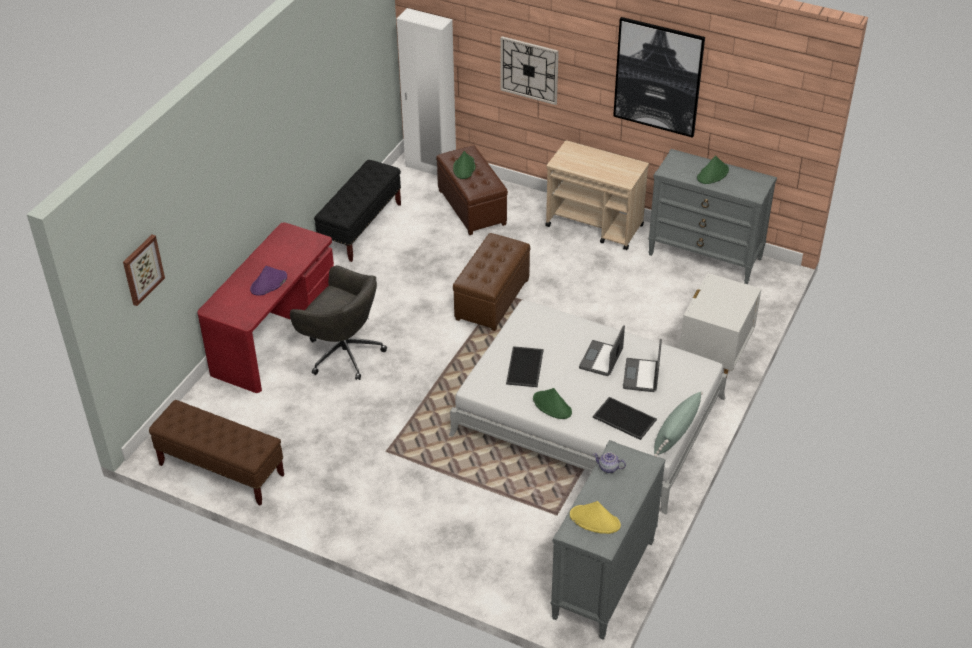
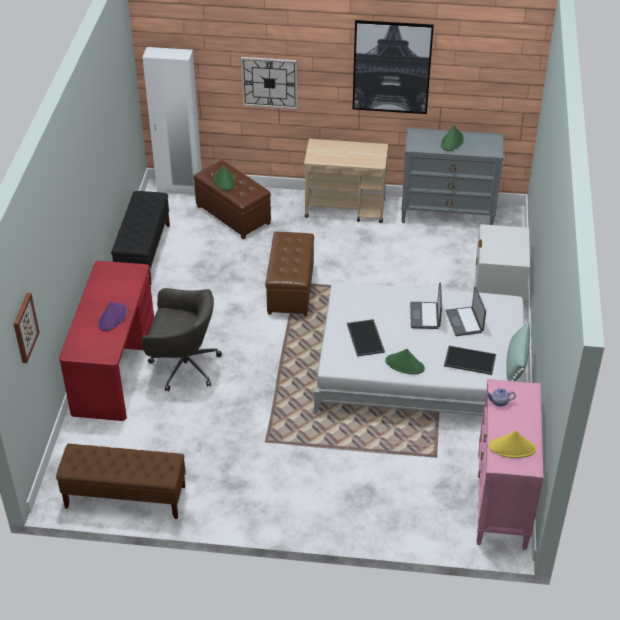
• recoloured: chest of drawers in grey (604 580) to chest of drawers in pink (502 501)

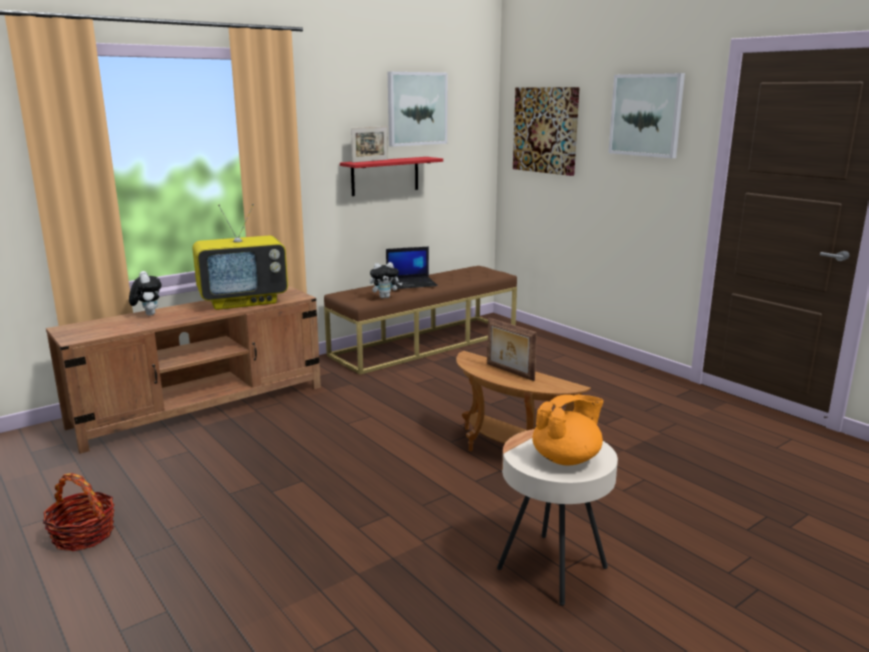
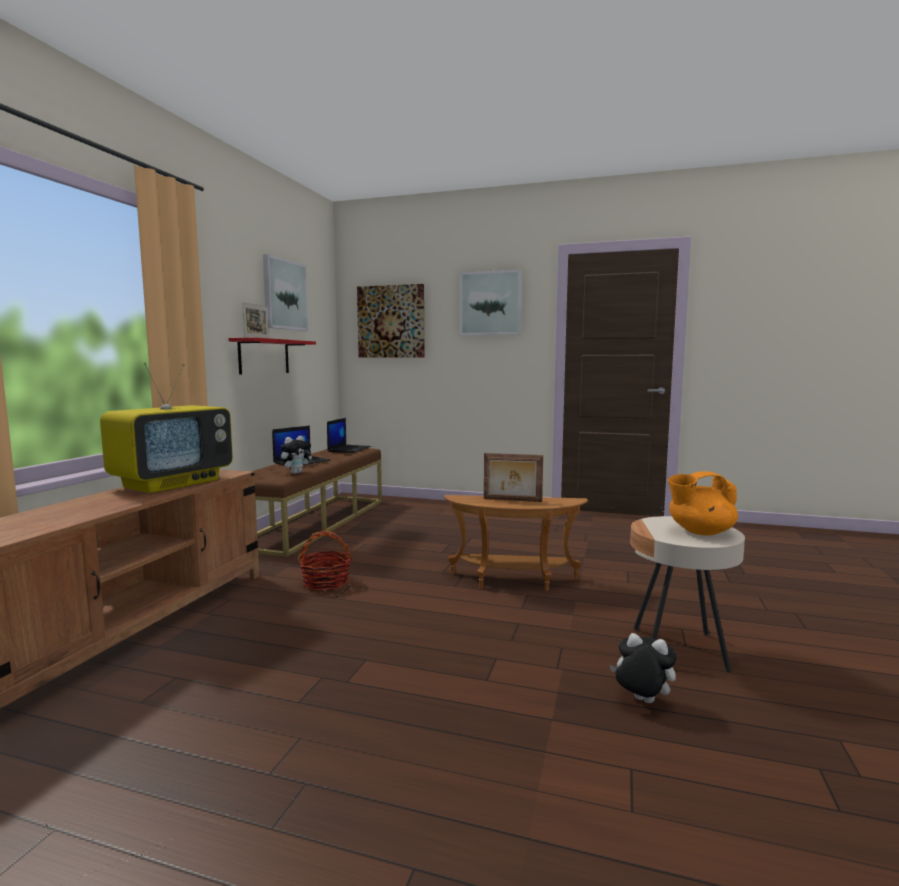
• added: portable computer (349 449)
• moved: storage basket (83 535) to (326 582)
• moved: plush toy (148 314) to (641 701)
• turned: tea pot in orange-coloured (567 459) = (700 532) 120 degrees counterclockwise

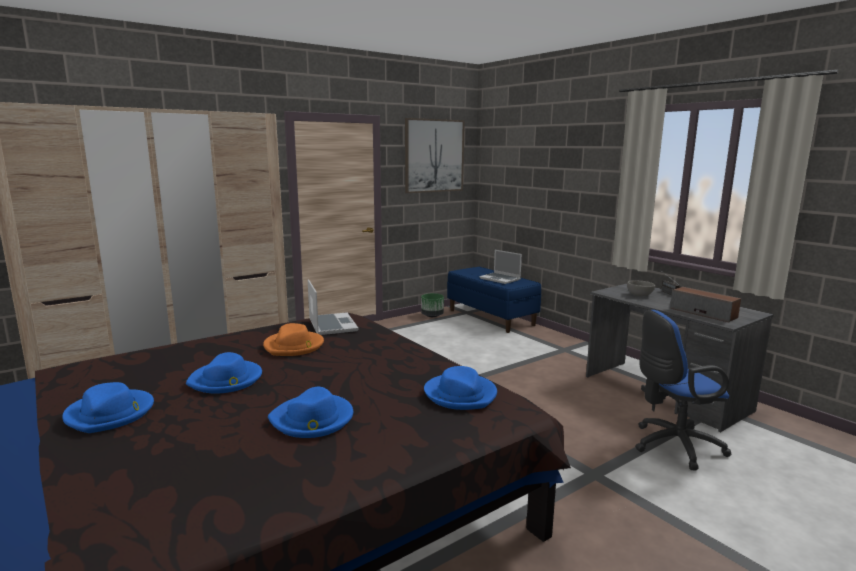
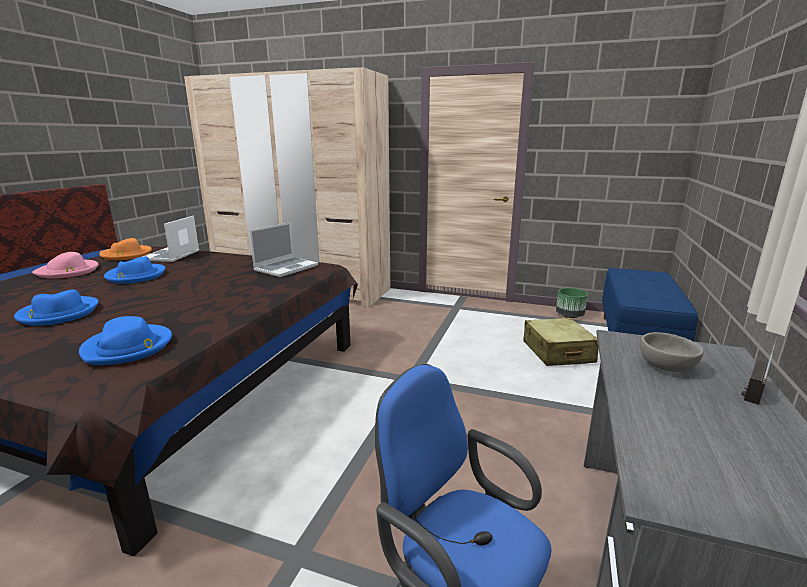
• removed: picture (434 156)
• removed: audio speaker (703 313)
• added: suitcase in beige (557 352)
• moved: clothing hat in orange-coloured (294 346) to (126 255)
• moved: portable computer (500 279) to (171 256)
• recoloured: clothing hat in bluish (110 413) to clothing hat in pink (68 271)

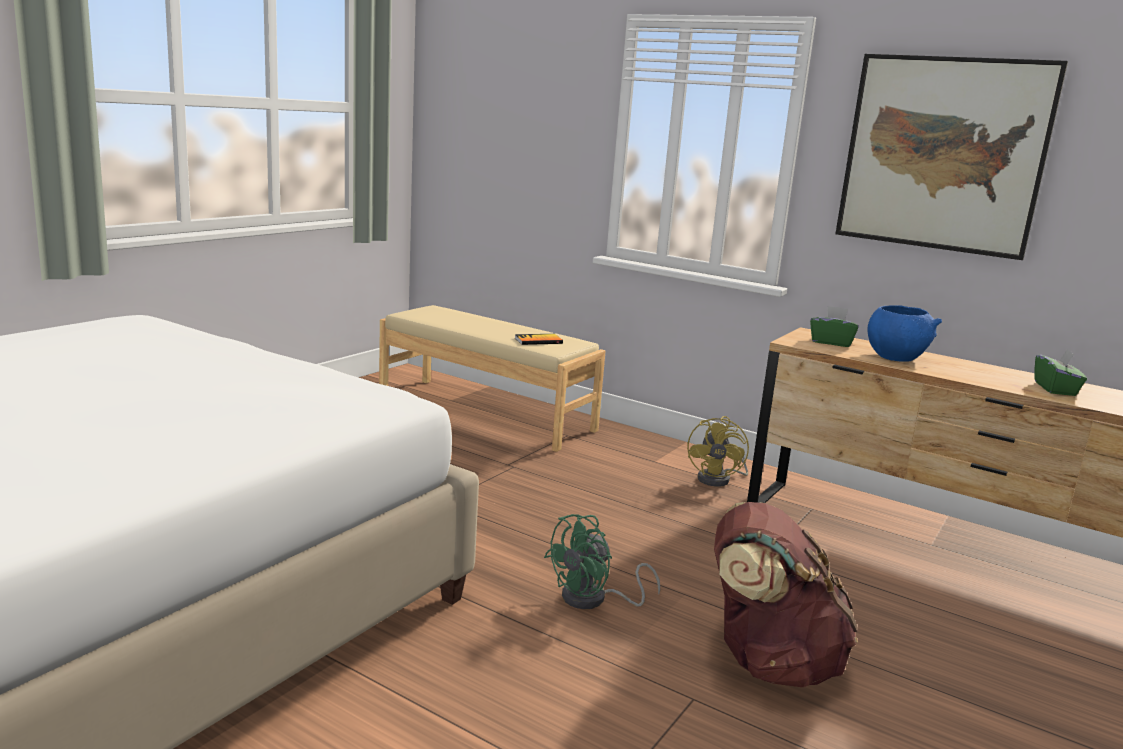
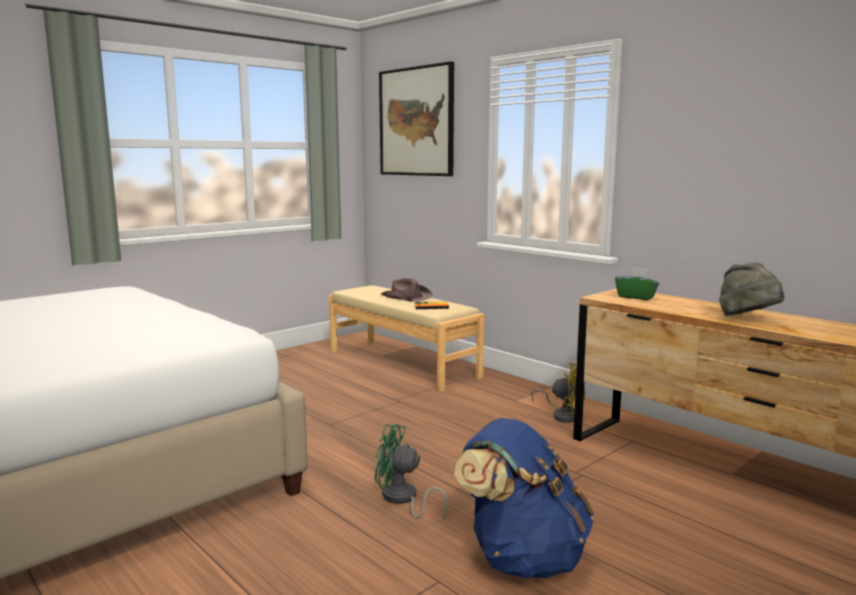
• removed: bowl in bluish (896 357)
• removed: box of tissues in green-coloured (1055 389)
• added: clothing hat in brown-coloured (406 297)
• added: clothing hat in grey (748 319)
• moved: picture (943 154) to (416 122)
• recoloured: backpack in brown-coloured (768 662) to backpack in bluish (522 558)
• turned: cooling fan in green-coloured (593 599) = (402 499) 45 degrees clockwise
• turned: cooling fan in yellowish (719 479) = (563 415) 90 degrees counterclockwise

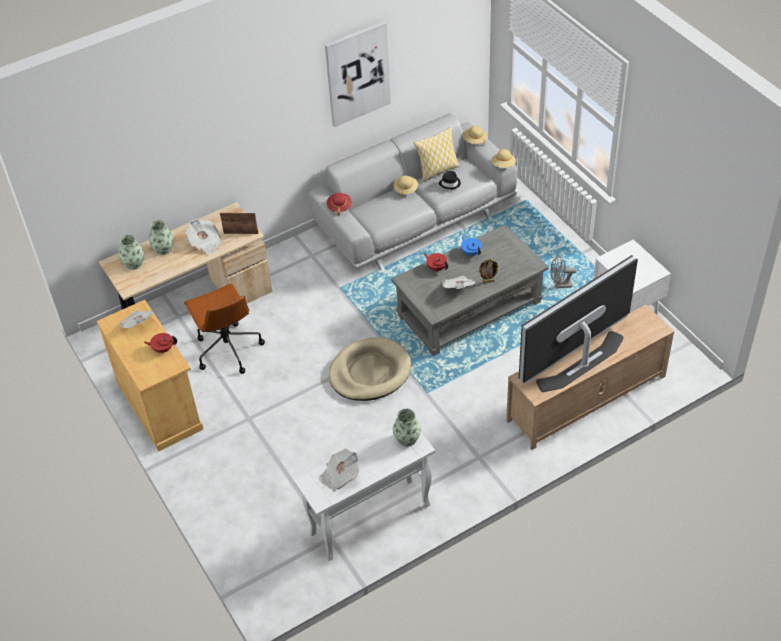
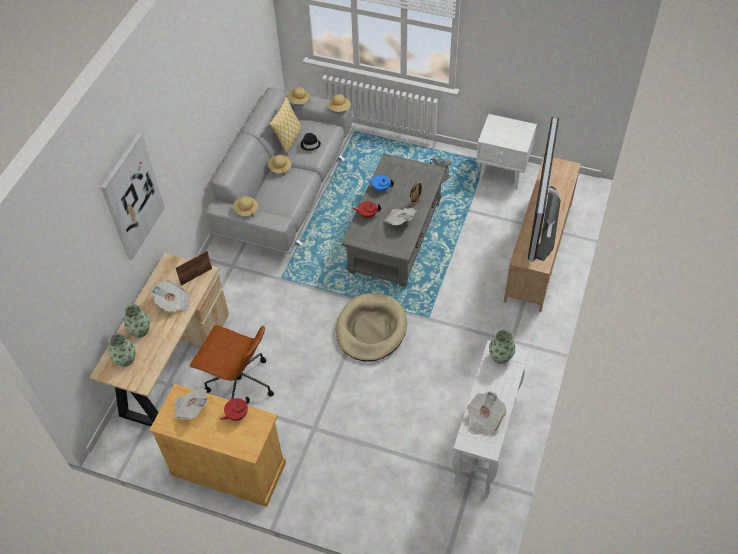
• moved: picture (357 73) to (132 197)
• recoloured: clothing hat in red (339 207) to clothing hat in beige (246 210)

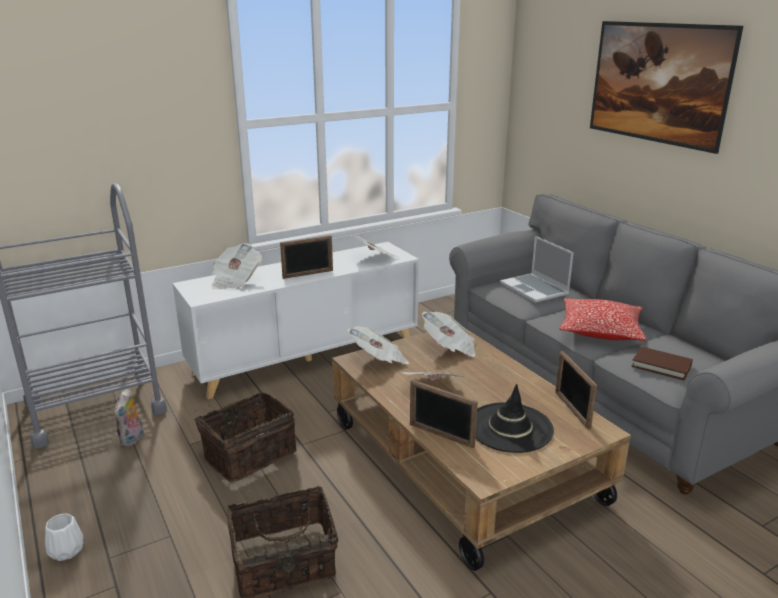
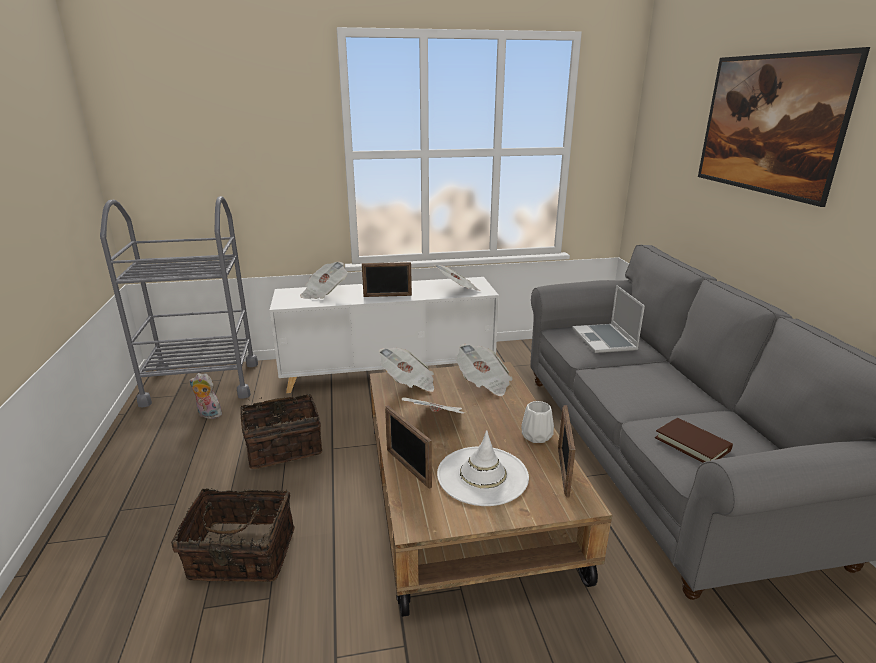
• removed: throw pillow (600 331)
• moved: flower vase in white (66 551) to (536 436)
• recoloured: clothing hat in black-coloured (510 427) to clothing hat in white (482 475)
• turned: plush toy (132 440) = (208 415) 75 degrees clockwise

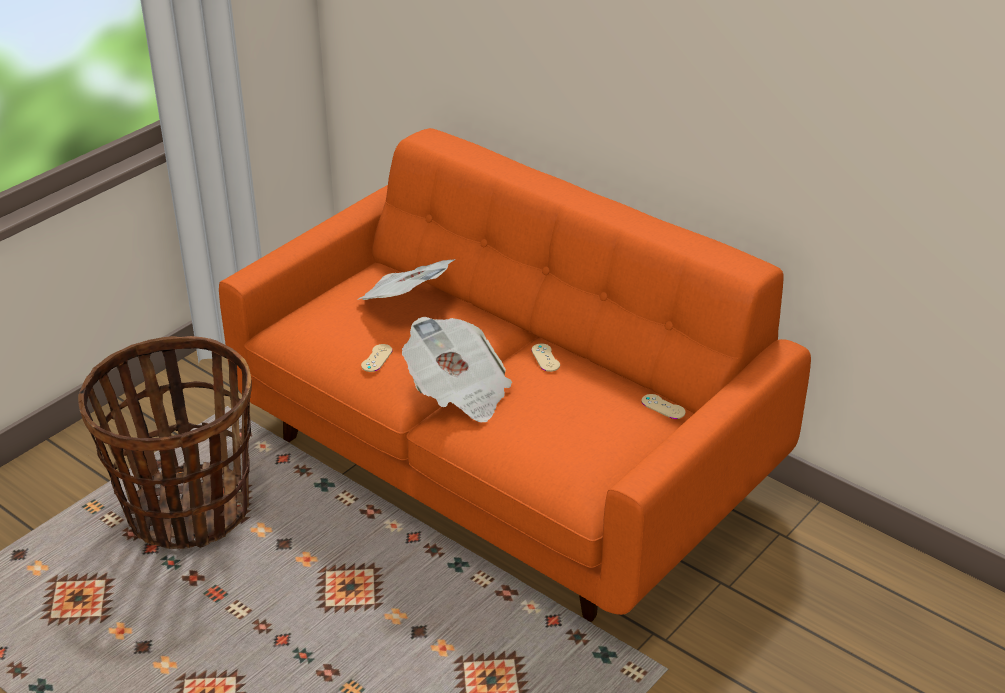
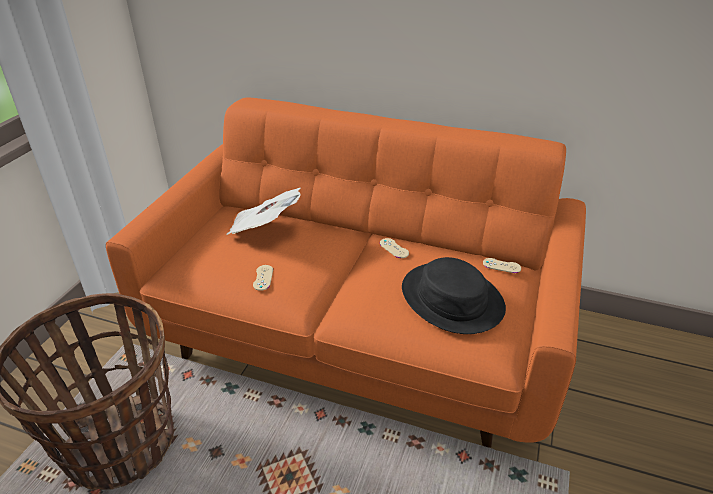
• removed: printed paper (458 392)
• added: clothing hat in black-coloured (452 298)

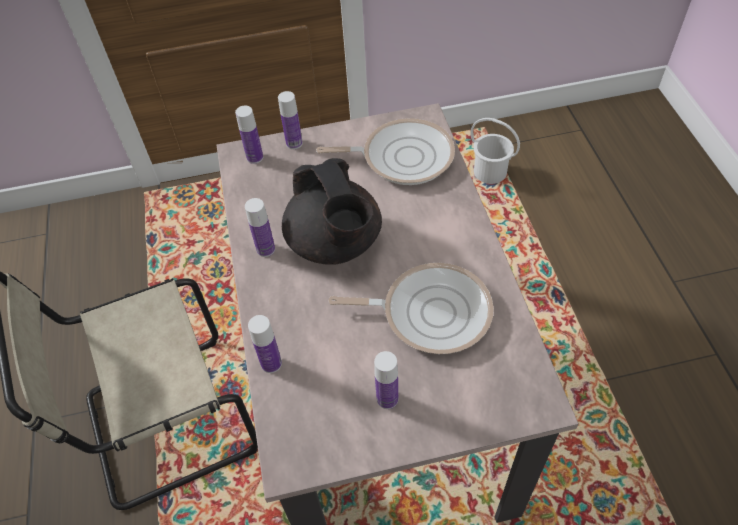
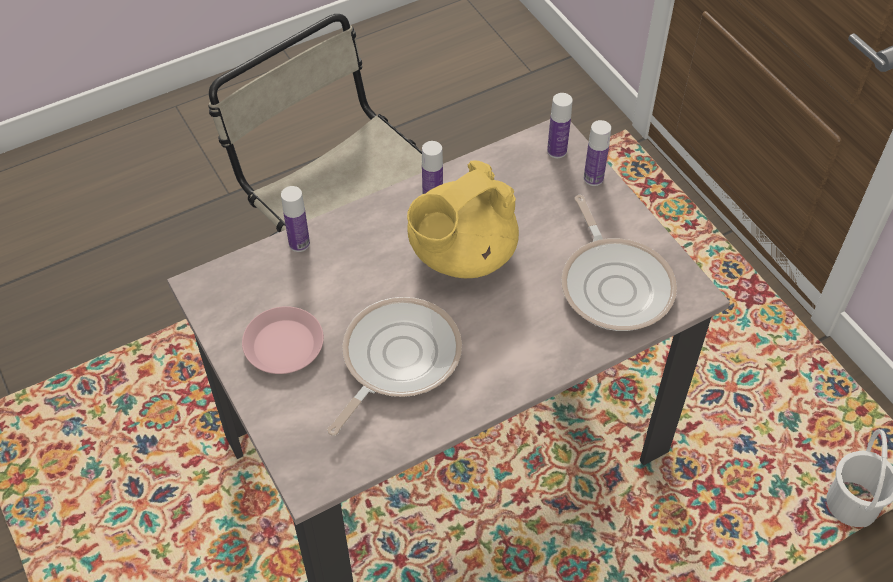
• replaced: beverage bottle (387 399) to plate in pink (283 345)
• recoloured: tea pot in black-coloured (335 243) to tea pot in yellowish (460 254)
• turned: frying pan (430 312) = (396 359) 135 degrees counterclockwise

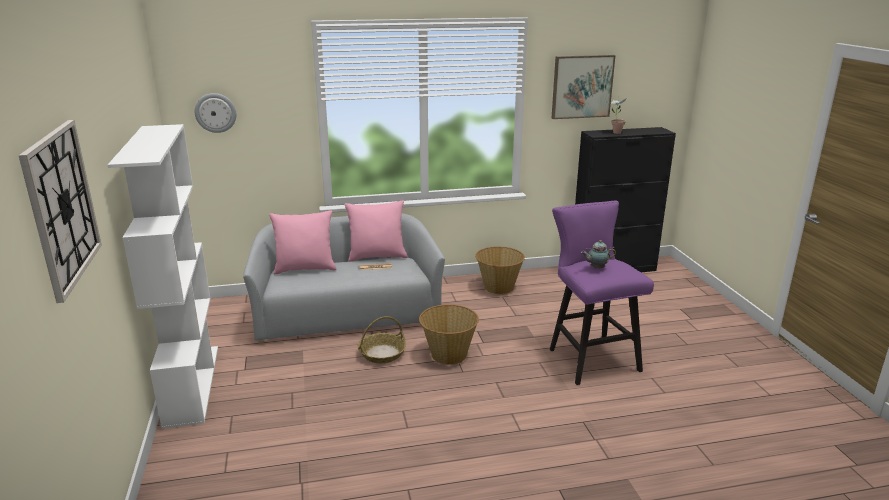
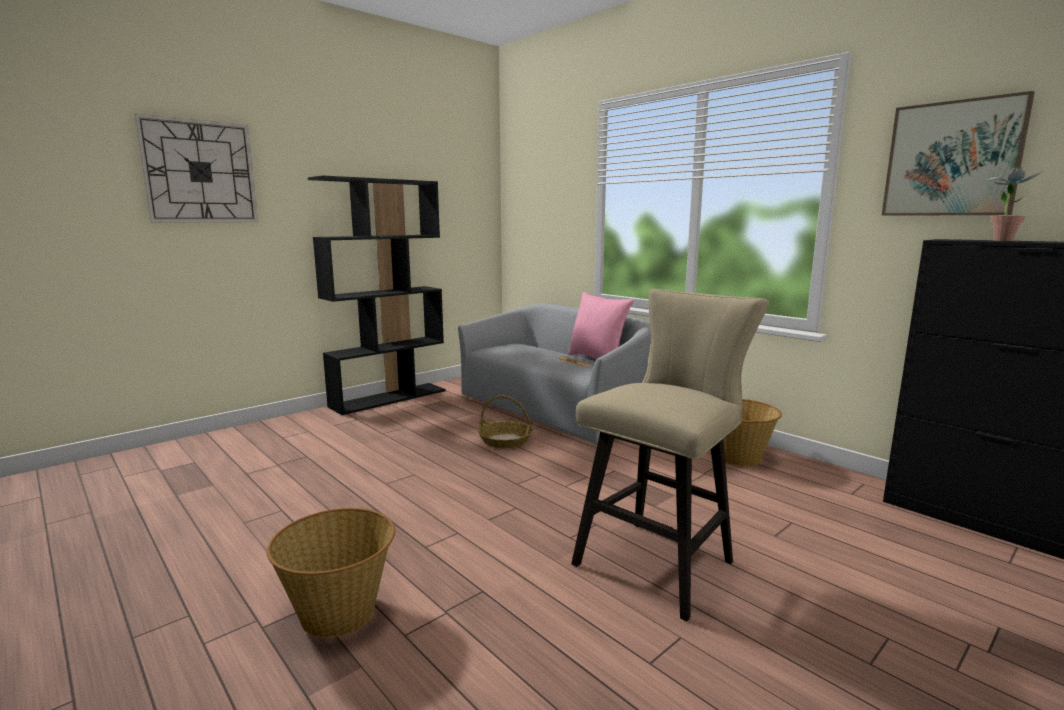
• removed: wall clock (215 112)
• removed: throw pillow in pink (305 268)
• removed: tea pot (596 268)
• moved: storage basket (448 354) to (339 612)
• recoloured: shelving unit in white (191 384) to shelving unit in black-coloured (389 398)
• recoloured: stool in purple-coloured (589 357) to stool in beige (661 560)

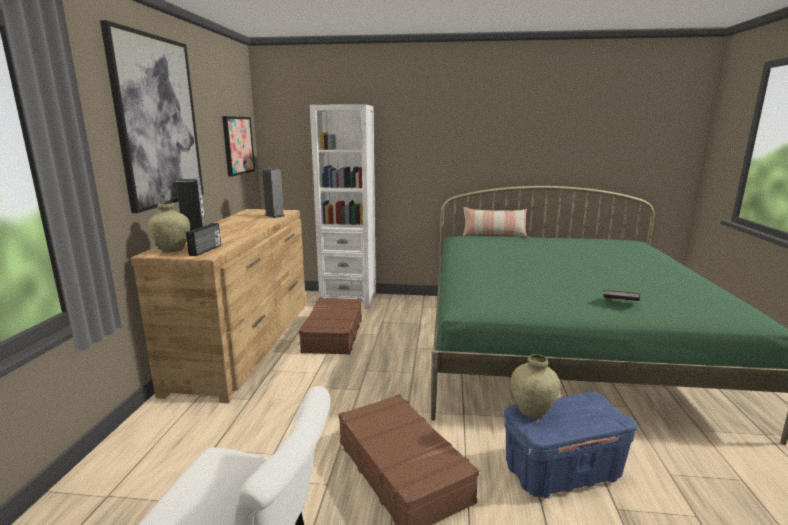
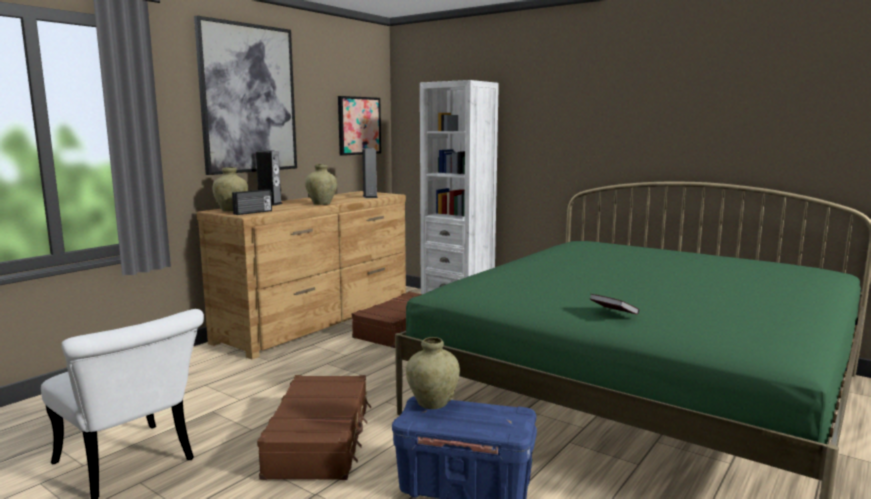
• removed: throw pillow (494 235)
• added: flower vase in beige (321 203)

